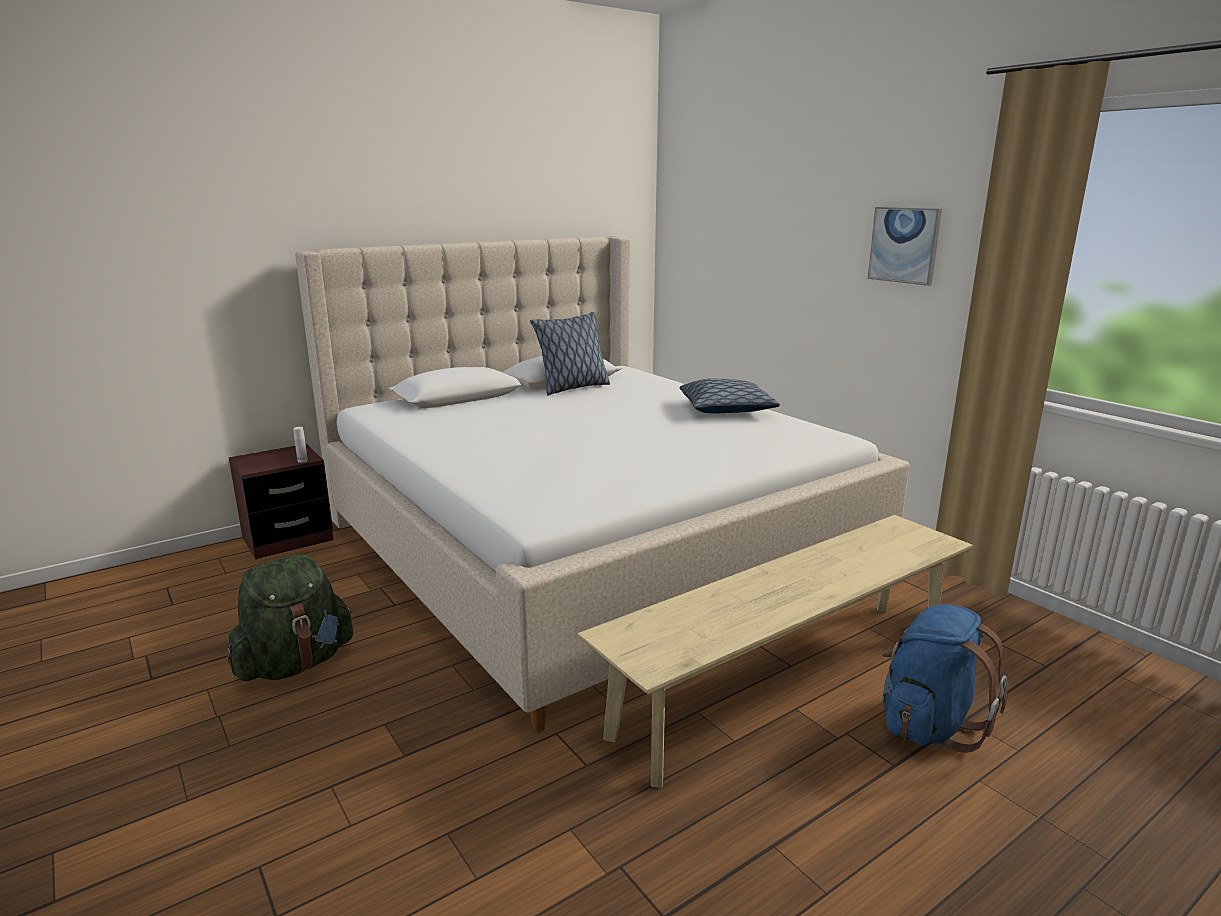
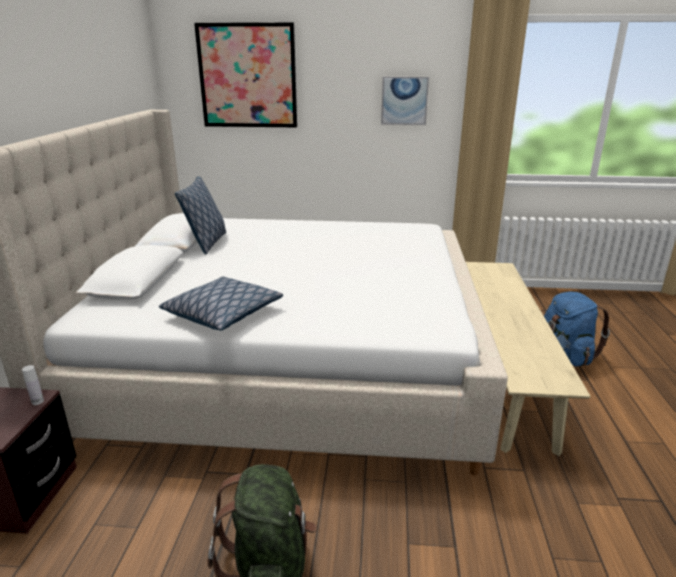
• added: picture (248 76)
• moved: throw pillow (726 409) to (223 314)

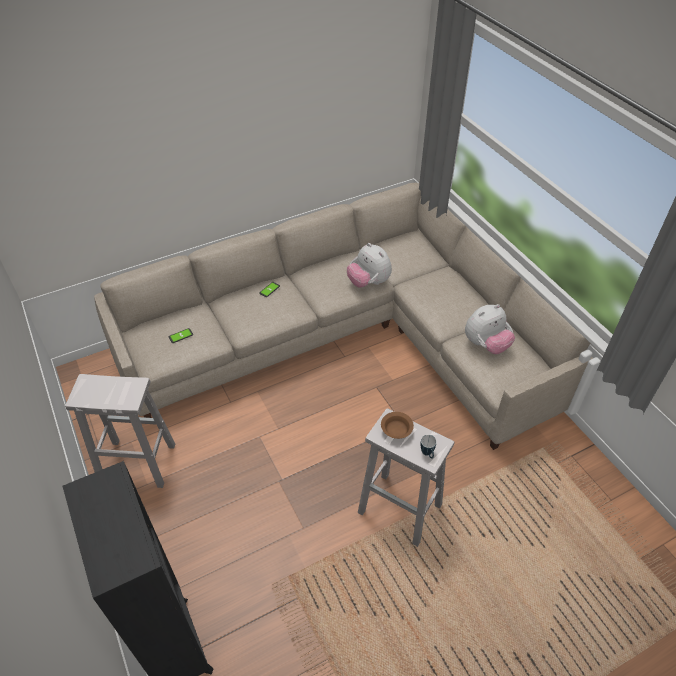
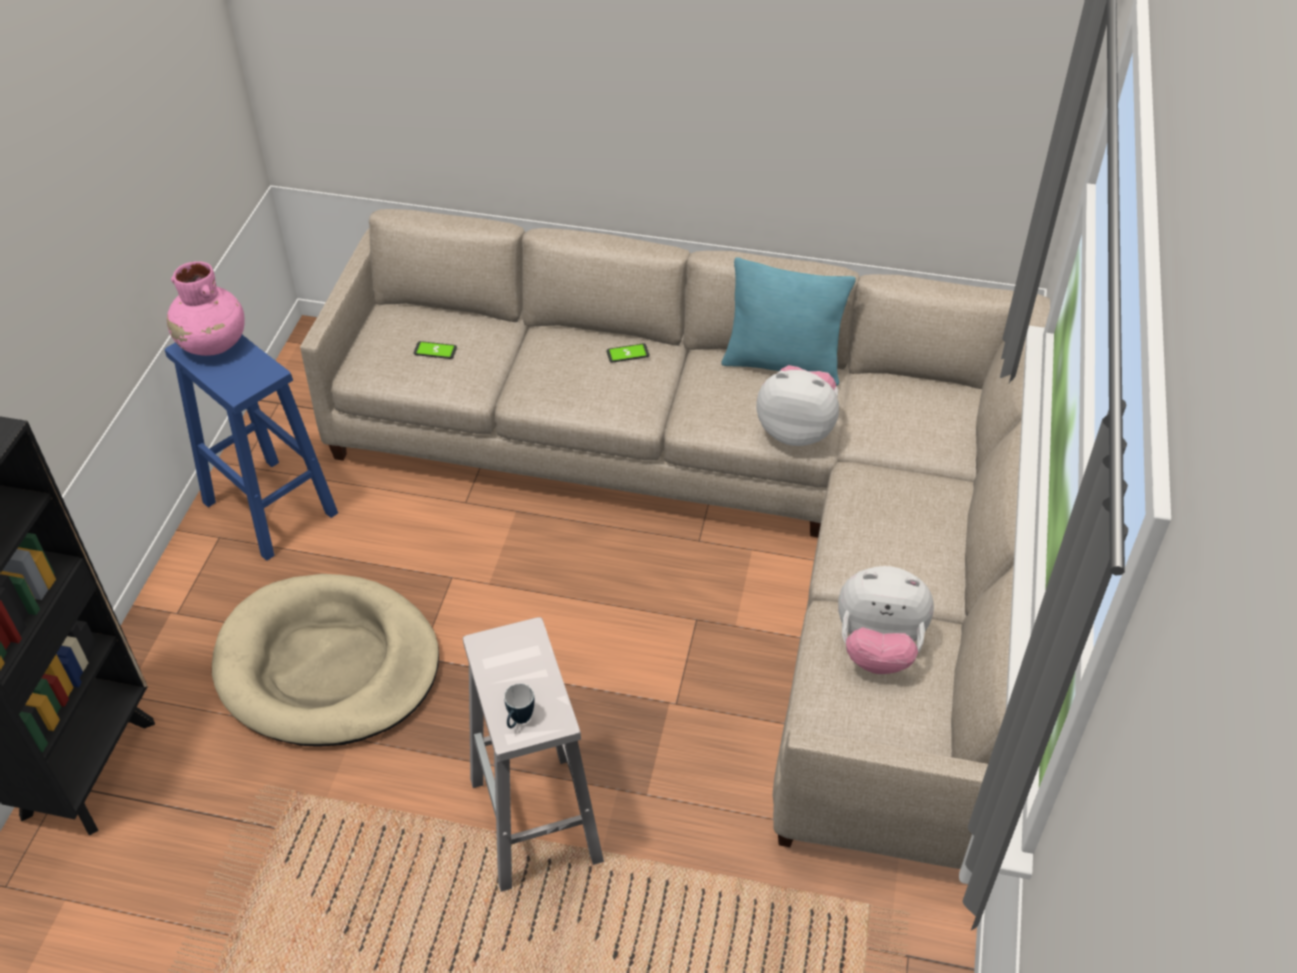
• removed: bowl in brown-coloured (396 429)
• added: flower vase in pink (213 344)
• added: dog bed in beige (328 665)
• added: throw pillow in turquoise (782 365)
• recoloured: stool in white (136 463) to stool in bluish (268 507)
• turned: plush toy (368 282) = (796 430) 105 degrees clockwise

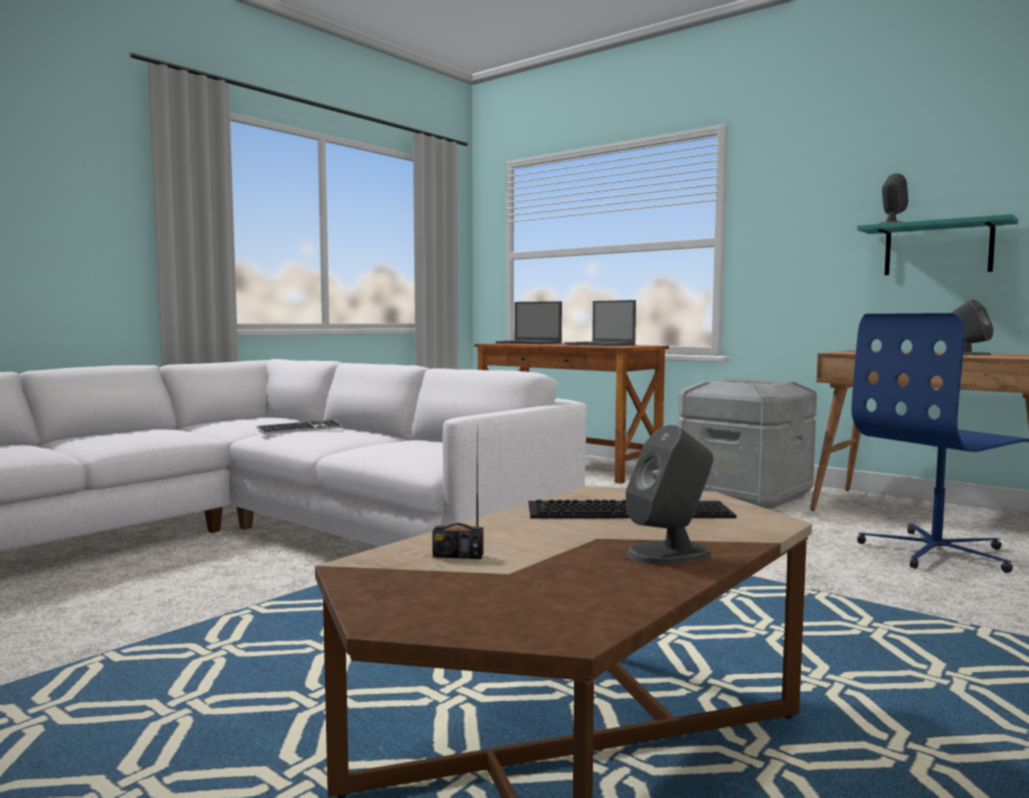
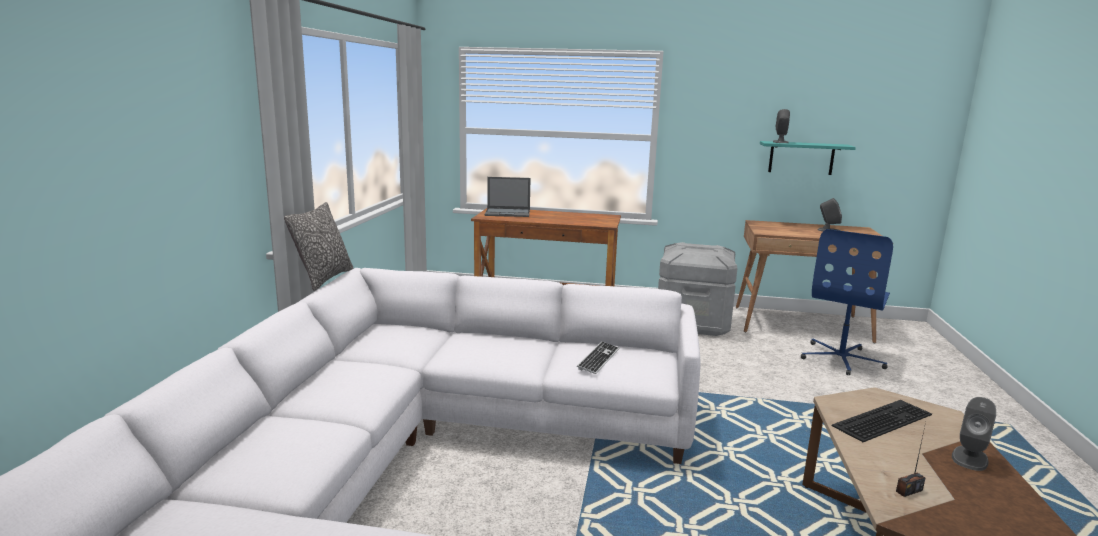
• removed: portable computer (600 344)
• added: throw pillow (324 278)
• moved: keyboard (300 429) to (598 359)

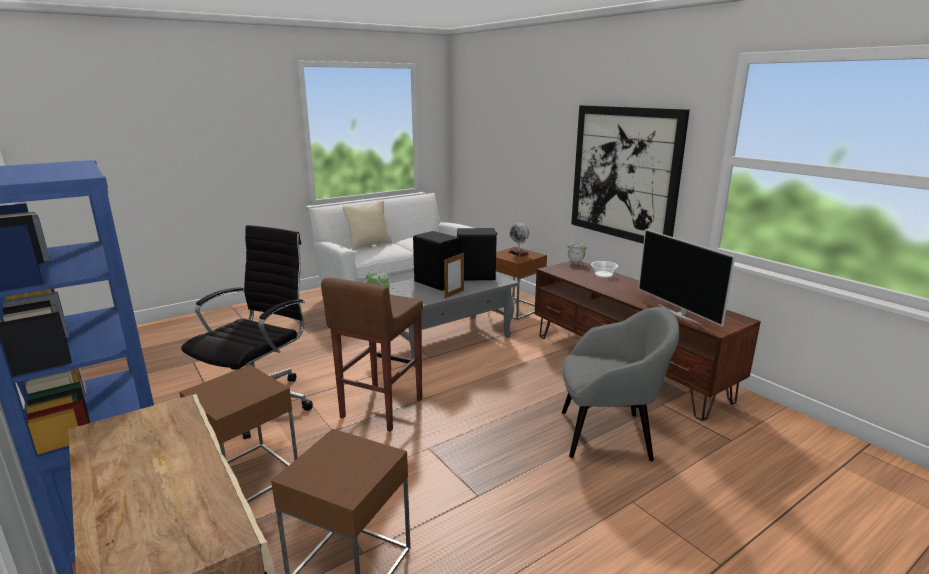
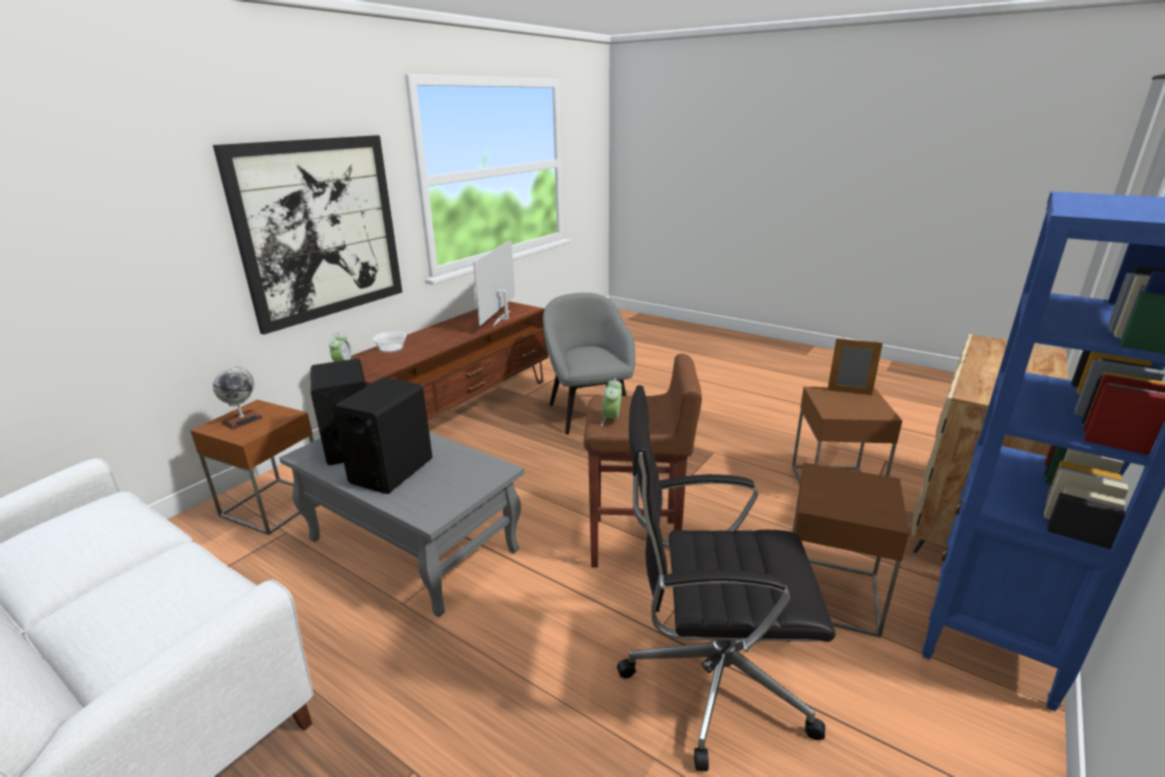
• removed: throw pillow in beige (369 245)
• moved: photo frame (454 294) to (849 392)
• turned: TV (679 314) = (503 318) 150 degrees clockwise

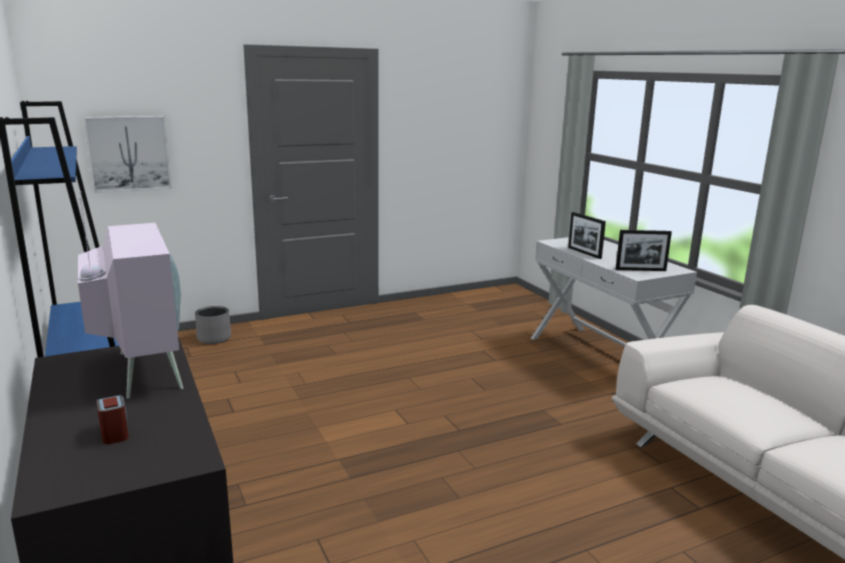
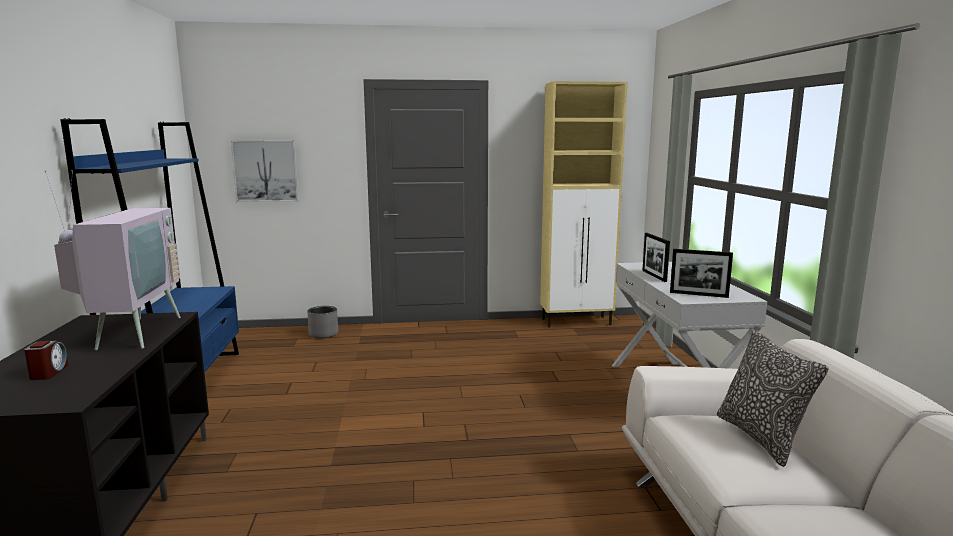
• added: storage cabinet in beige (577 322)
• added: throw pillow (761 438)

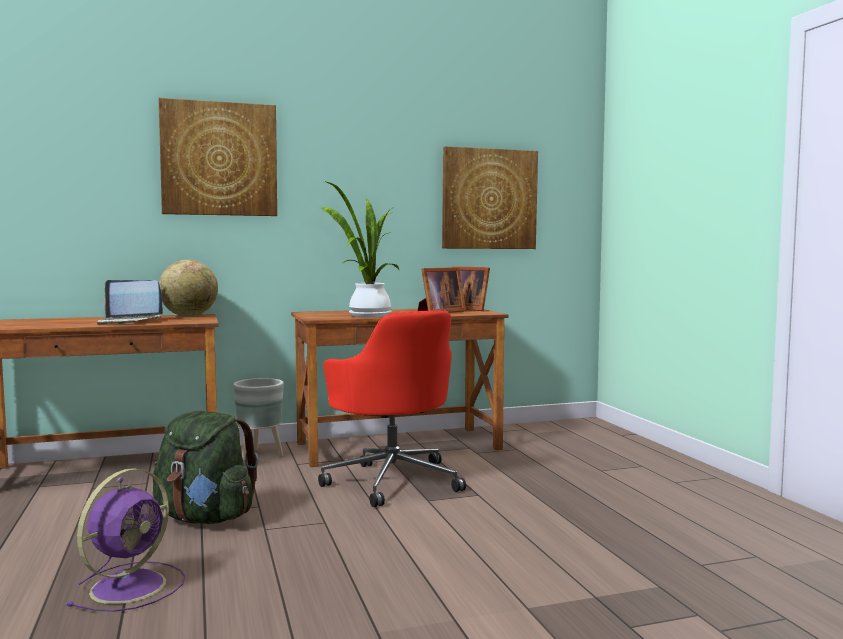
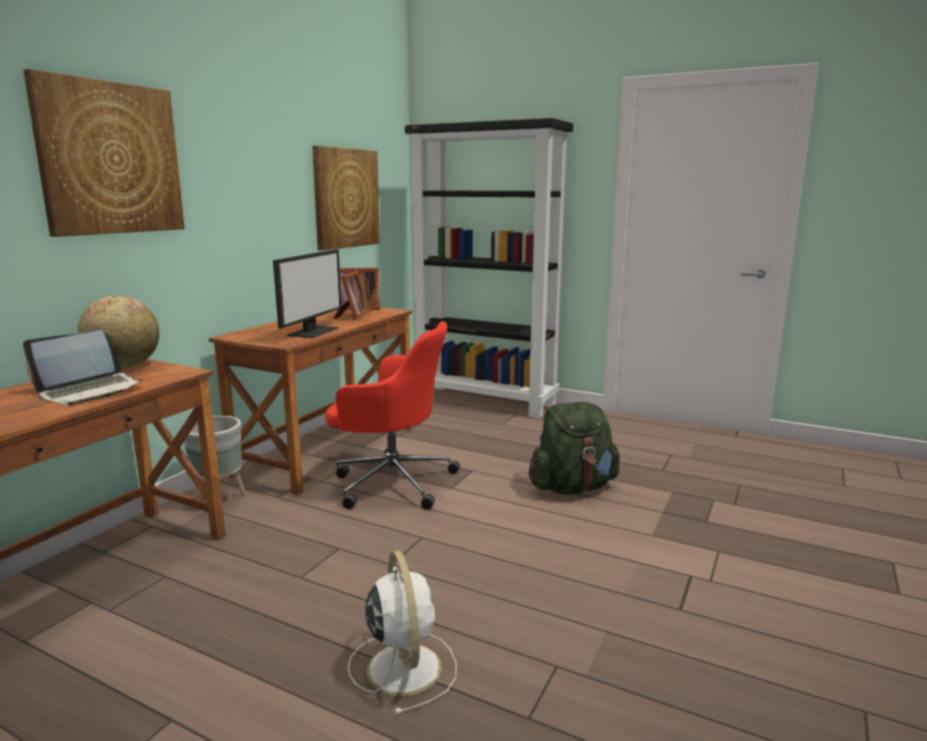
• added: shelving unit in black-coloured (486 401)
• moved: backpack in green-coloured (205 518) to (572 487)
• replaced: plant in a pot (366 315) to monitor (312 331)
• recoloured: cooling fan in purple-coloured (131 585) to cooling fan in white (403 666)

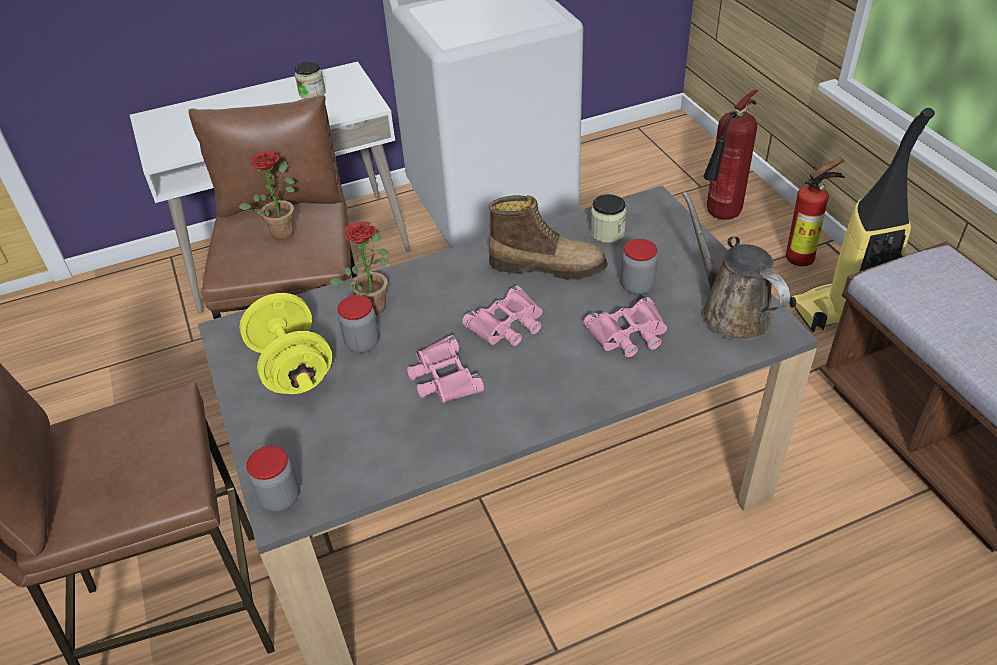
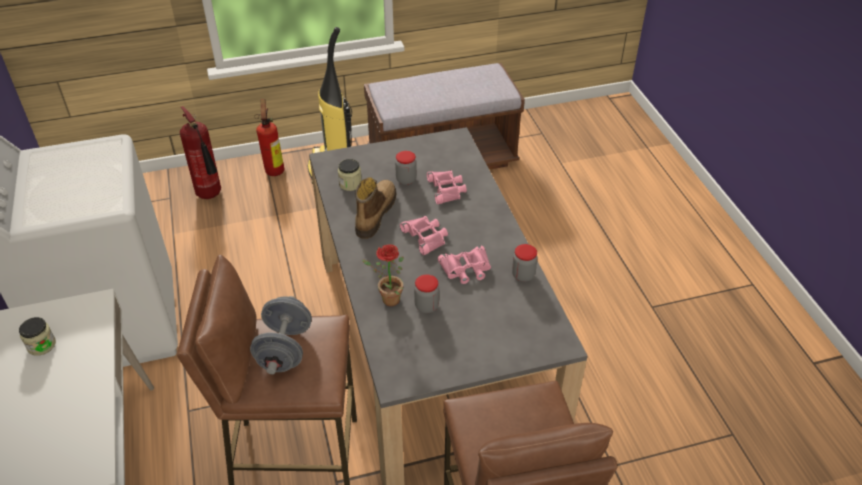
• removed: dumbbell in yellowish (293 368)
• removed: watering pot in brown-coloured (731 311)
• moved: jar (280 498) to (523 275)
• replaced: plant in a pot (283 230) to dumbbell in grey (284 349)

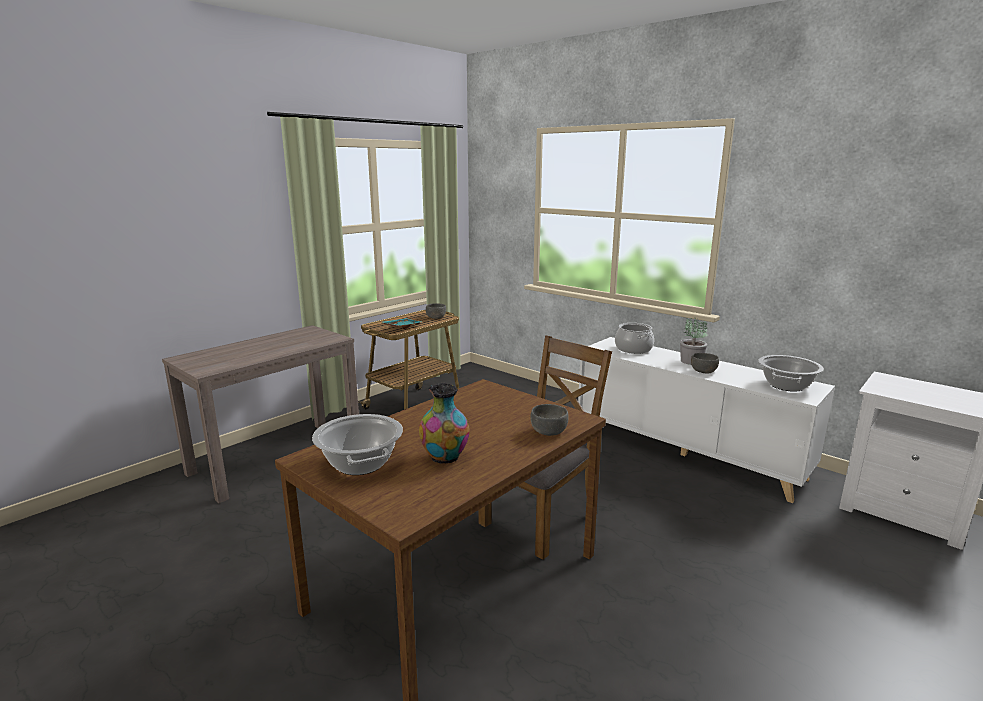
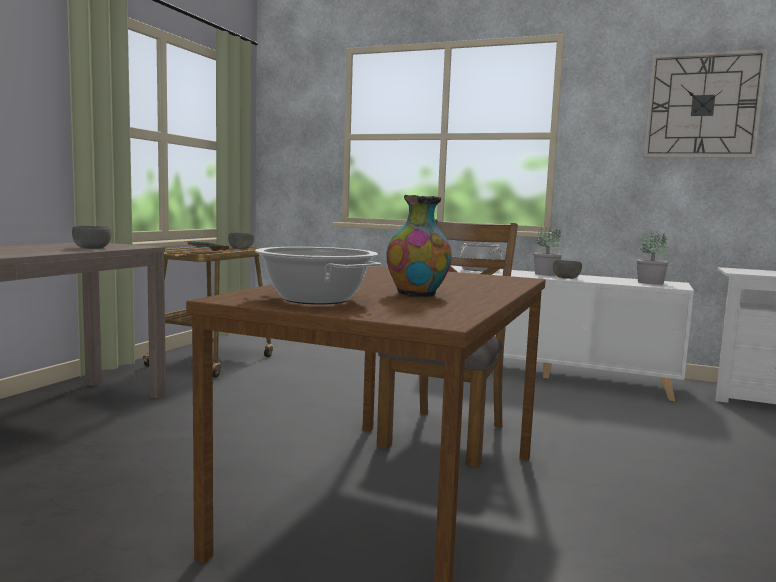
• added: wall clock (702 105)
• moved: bowl in grey (549 431) to (92 248)
• replaced: cooking pot (786 386) to plant in a pot (651 283)

